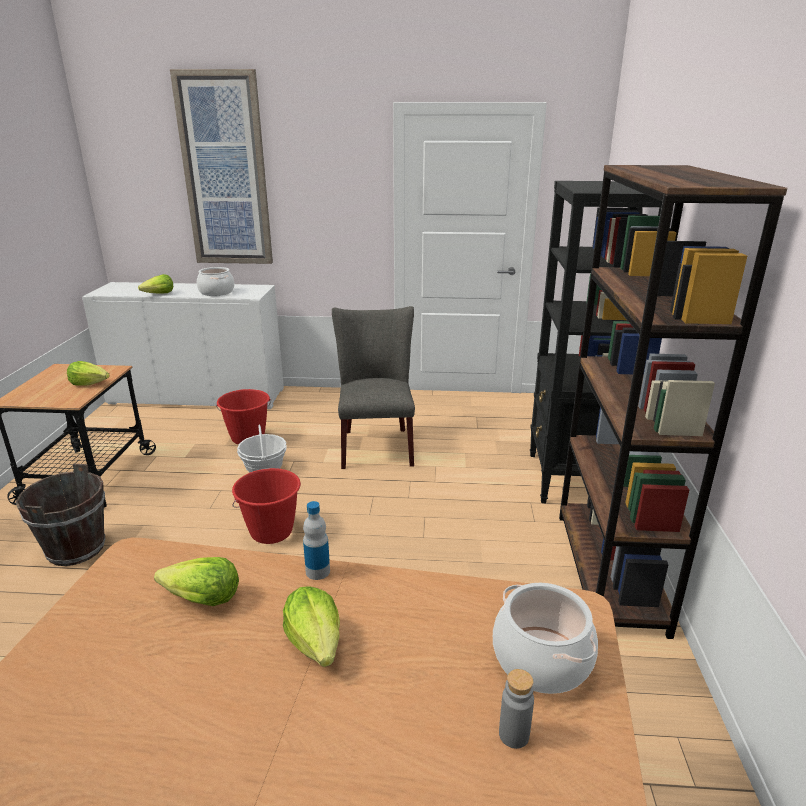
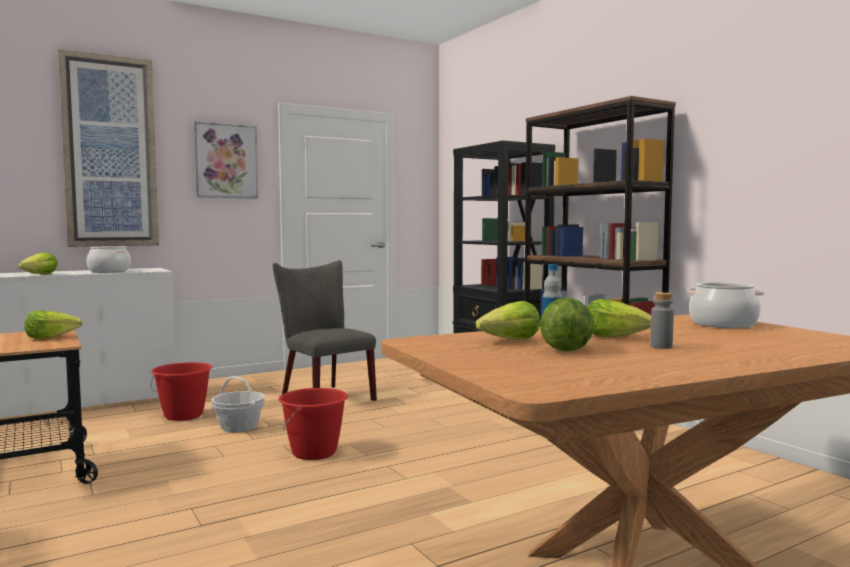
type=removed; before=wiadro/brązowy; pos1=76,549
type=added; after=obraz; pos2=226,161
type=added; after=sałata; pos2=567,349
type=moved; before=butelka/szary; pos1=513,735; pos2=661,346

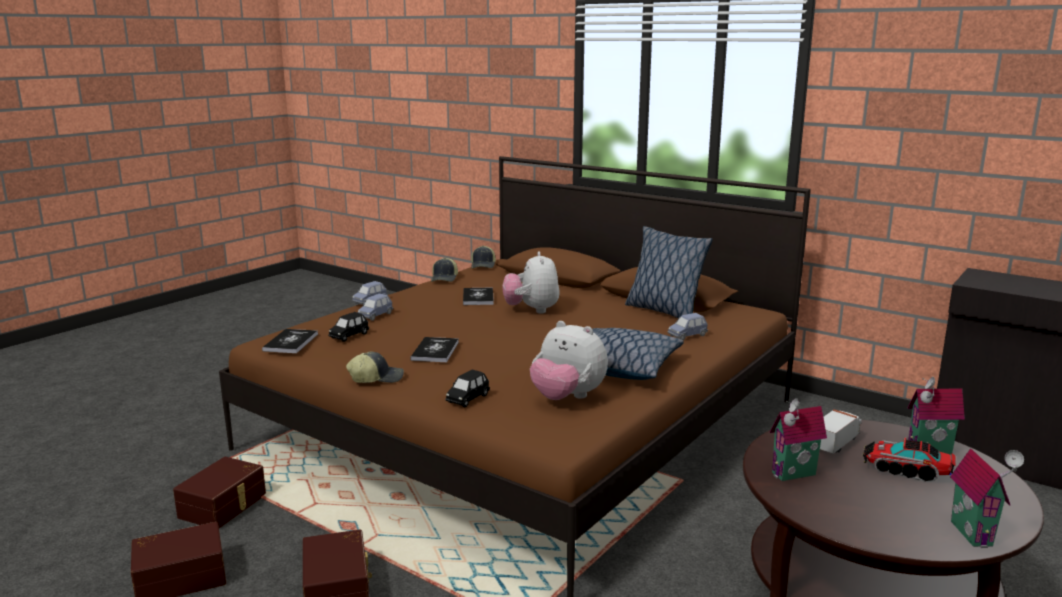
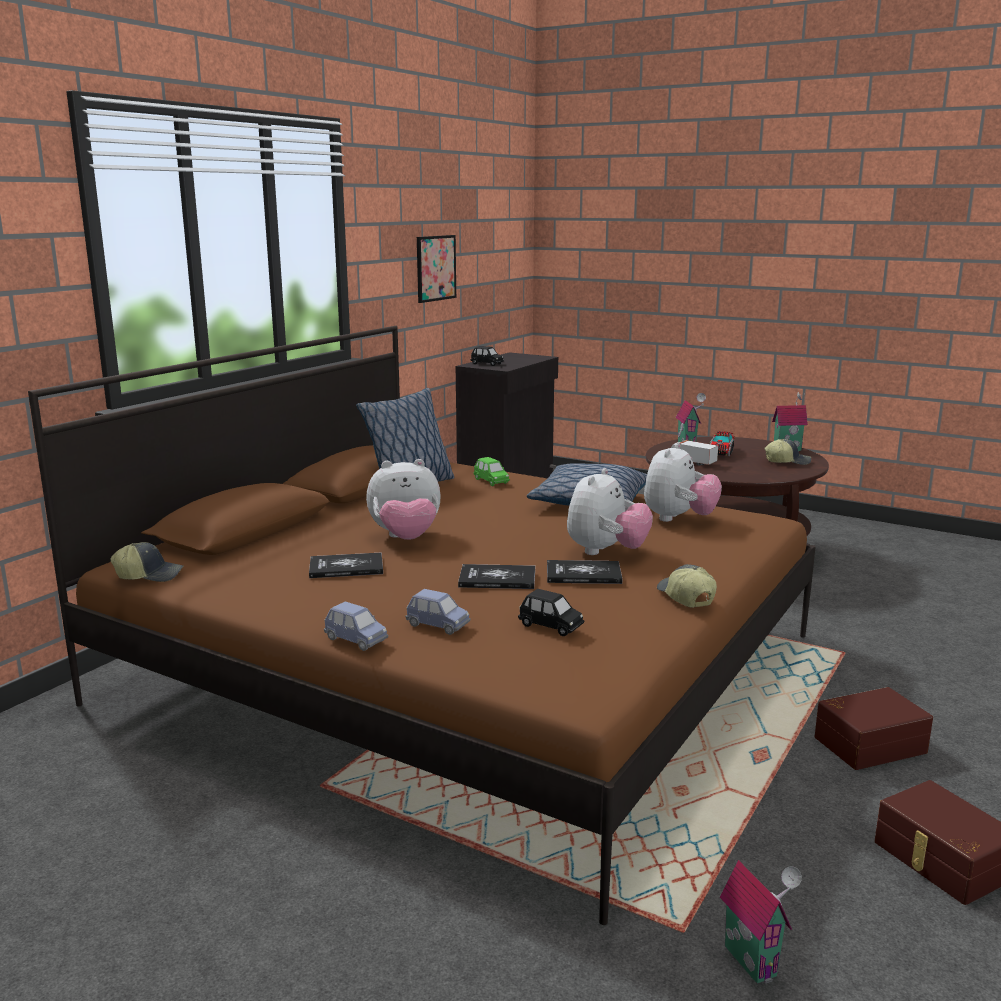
type=removed; before=pojemnik do przechowywania/brązowy; pos1=224,506
type=added; after=obraz; pos2=435,268
type=added; after=pluszak; pos2=606,552
type=moved; before=książka; pos1=291,342; pos2=497,579
type=moved; before=czapka z daszkiem; pos1=445,278; pos2=787,461
type=moved; before=samochodzik/czarny; pos1=468,399; pos2=487,364
type=moved; before=domek; pos1=795,475; pos2=754,960
type=recoloured; before=samochodzik/niebieski; after=samochodzik/zielony; pos1=687,335; pos2=491,481

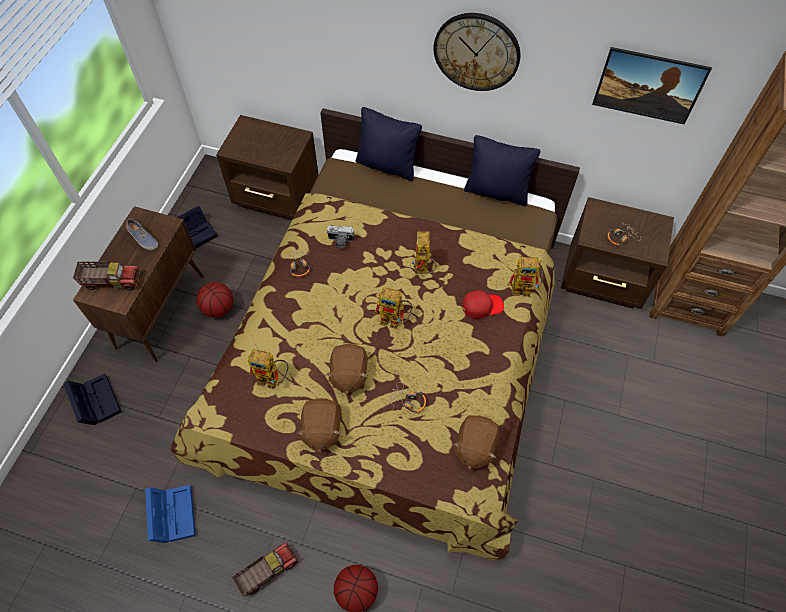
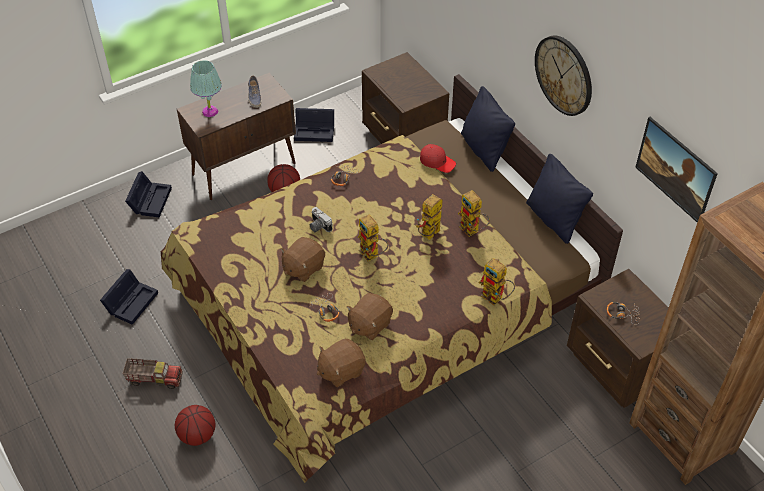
type=moved; before=robot zabawkowy; pos1=273,380; pos2=472,231
type=moved; before=pluszak/brązowy; pos1=321,430; pos2=369,325
type=moved; before=aparat fotograficzny; pos1=340,241; pos2=318,226
type=moved; before=czapka z daszkiem/czerwony; pos1=482,306; pos2=437,162
type=replaced; before=ciężarówka zabawkowa; after=lampa stołowa/turkusowy; pos1=112,281; pos2=210,111
type=recoloured; before=pojemnik do przechowywania/niebieski; after=pojemnik do przechowywania/czarny; pos1=172,513; pos2=131,301

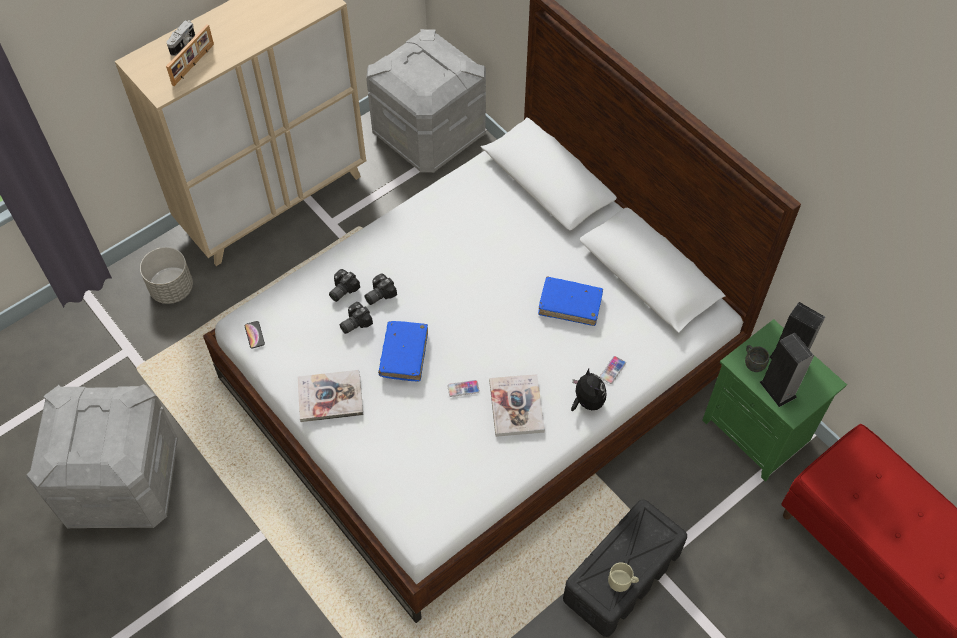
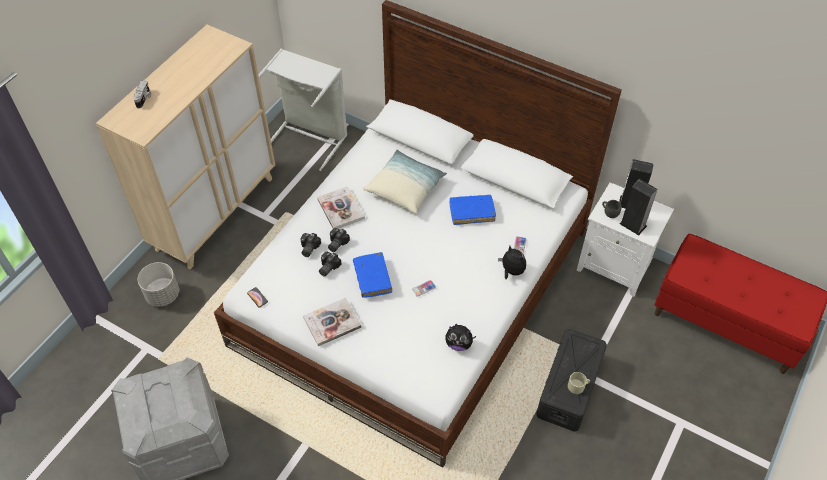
type=removed; before=ramka na zdjęcie; pos1=194,64
type=added; after=poduszka; pos2=405,188
type=added; after=pluszak; pos2=458,344
type=moved; before=książka; pos1=516,406; pos2=340,209
type=replaced; before=pojemnik do przechowywania/szary; after=kosz na pranie/szary; pos1=430,134; pos2=310,137
type=recoloured; before=szafka nocna/zielony; after=szafka nocna/biały; pos1=759,431; pos2=616,266

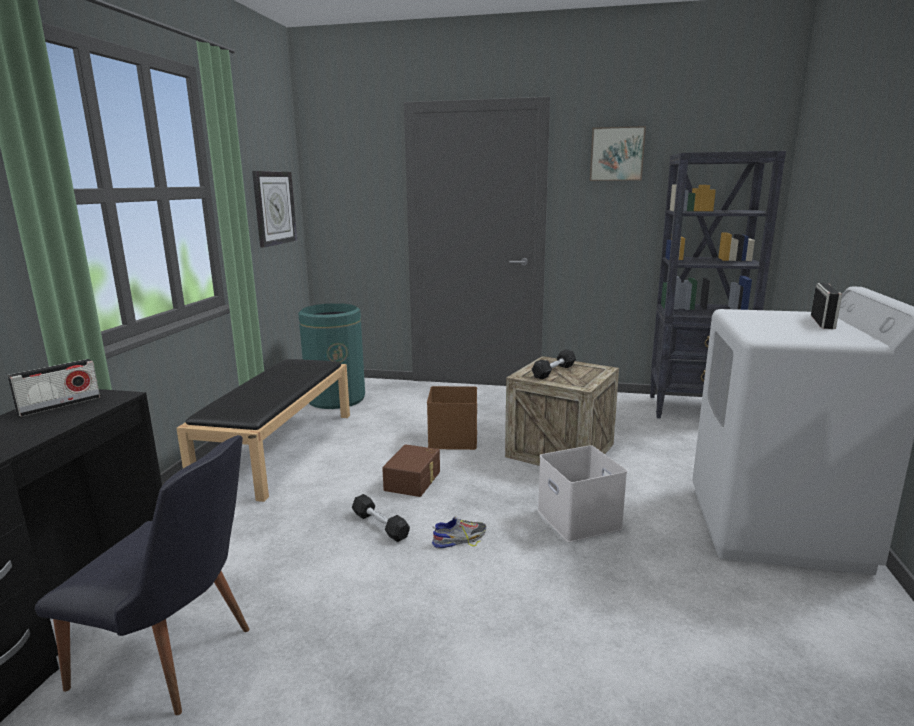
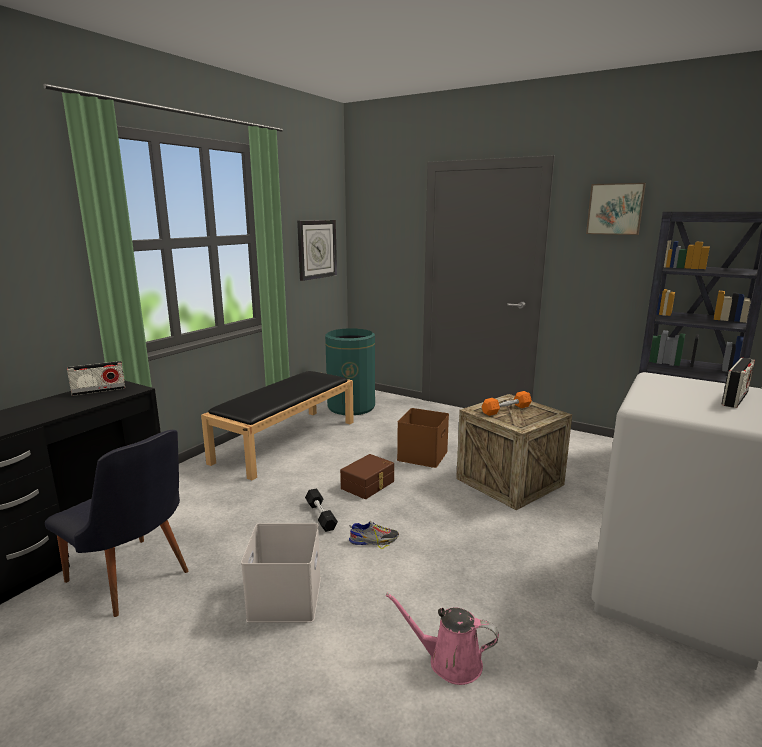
type=added; after=konewka/różowy; pos2=449,662
type=moved; before=pojemnik do przechowywania/biały; pos1=581,519; pos2=286,599
type=recoloured; before=hantel/czarny; after=hantel/pomarańczowy; pos1=553,371; pos2=506,410

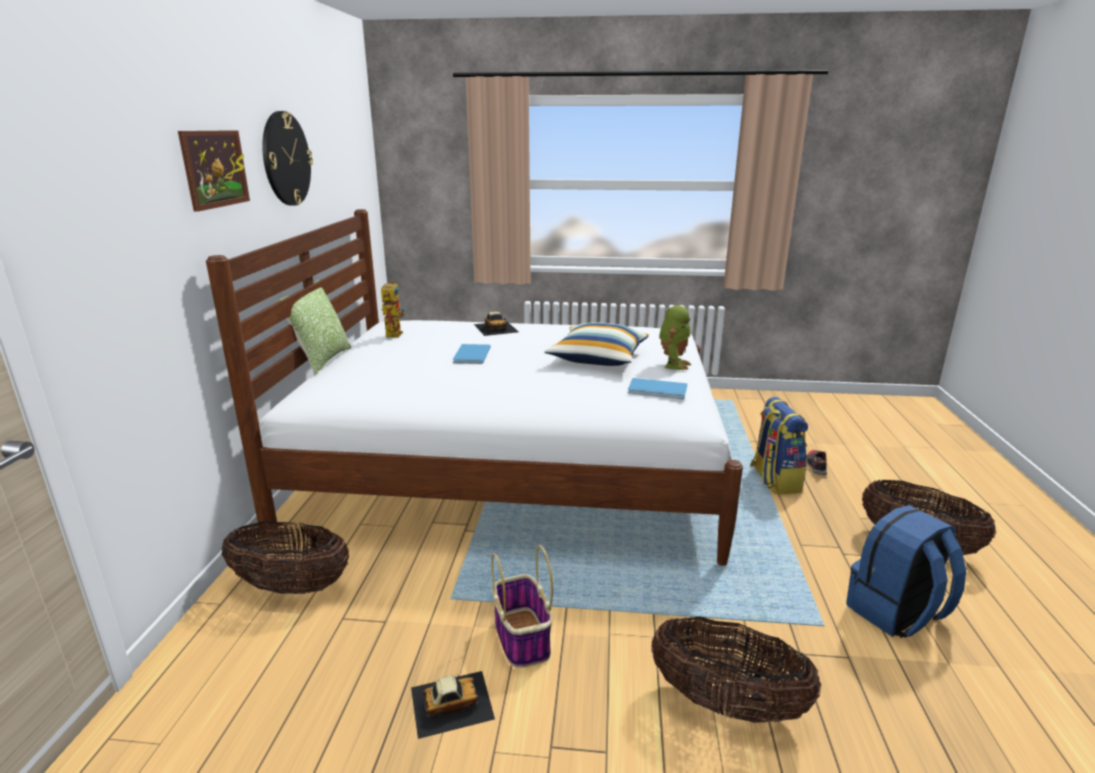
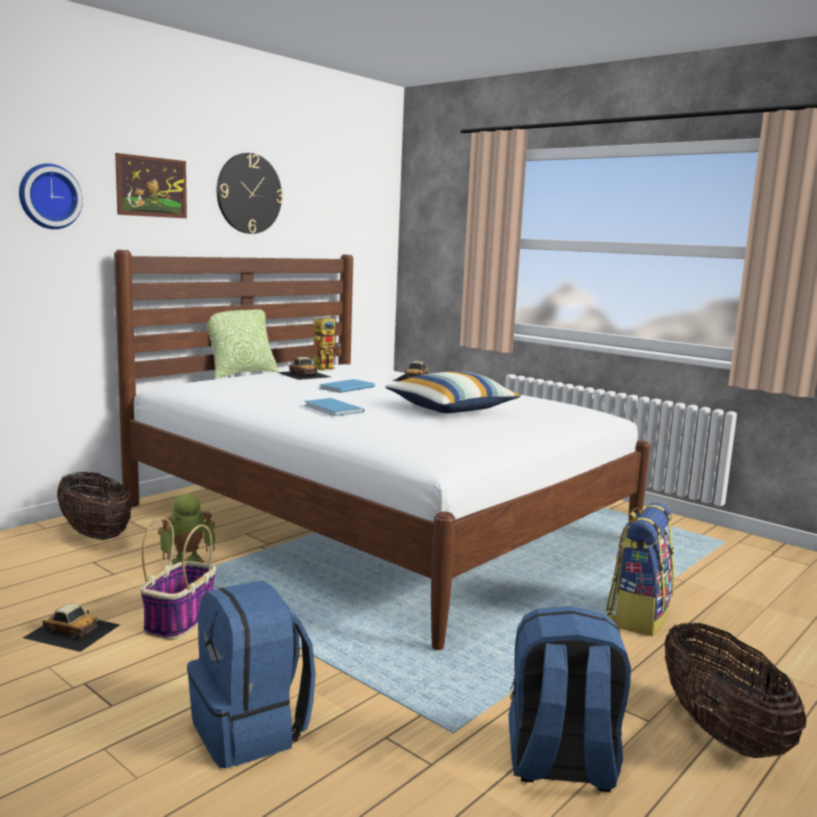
type=removed; before=but; pos1=815,466
type=added; after=zegar ścienny; pos2=48,196
type=added; after=samochodzik; pos2=304,374
type=moved; before=książka/niebieski; pos1=659,390; pos2=332,409
type=moved; before=robot zabawkowy; pos1=673,364; pos2=188,561
type=replaced; before=koszyk; after=plecak/niebieski; pos1=727,704; pos2=251,730

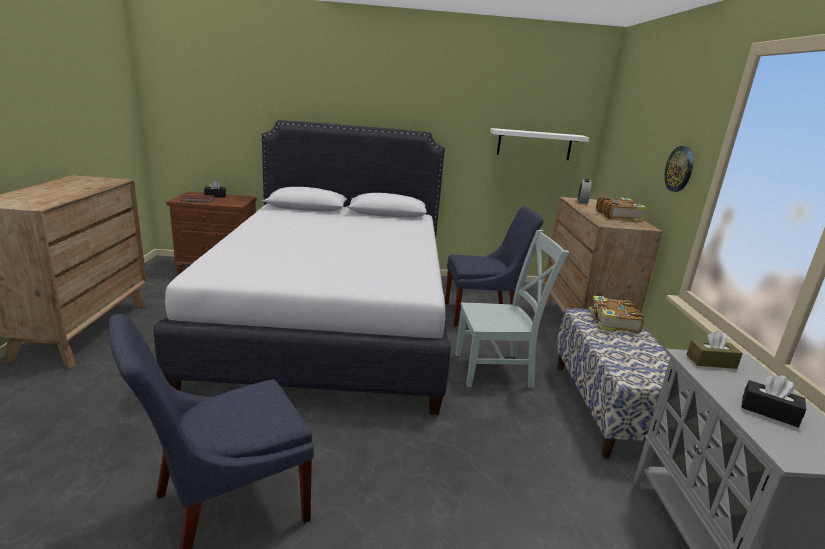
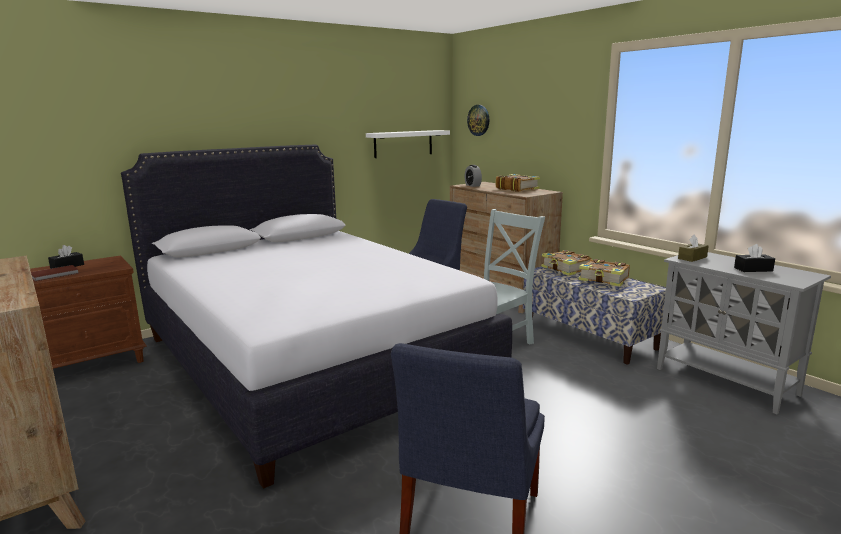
type=added; after=książka; pos2=604,280
type=moved; before=zegar ścienny; pos1=679,169; pos2=479,120

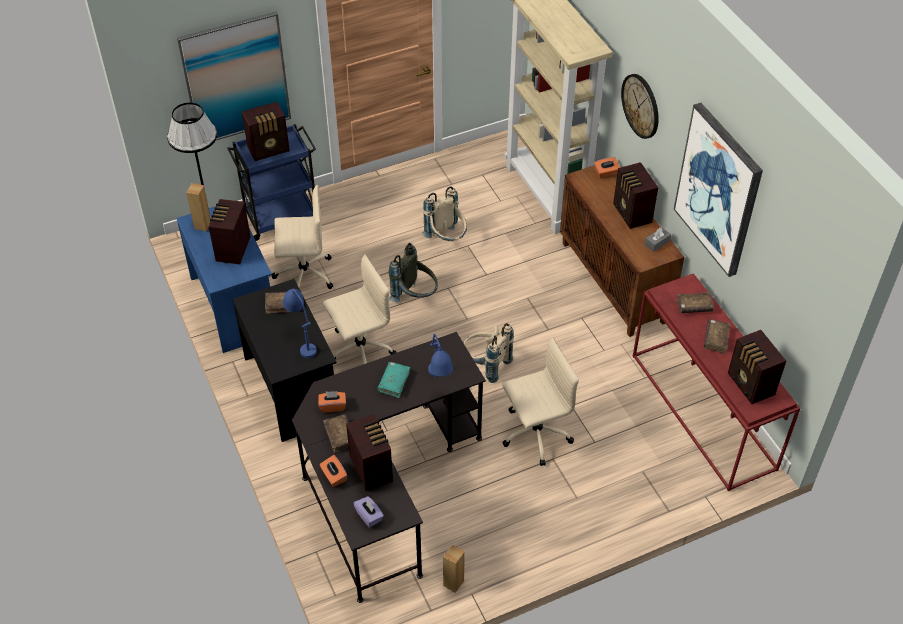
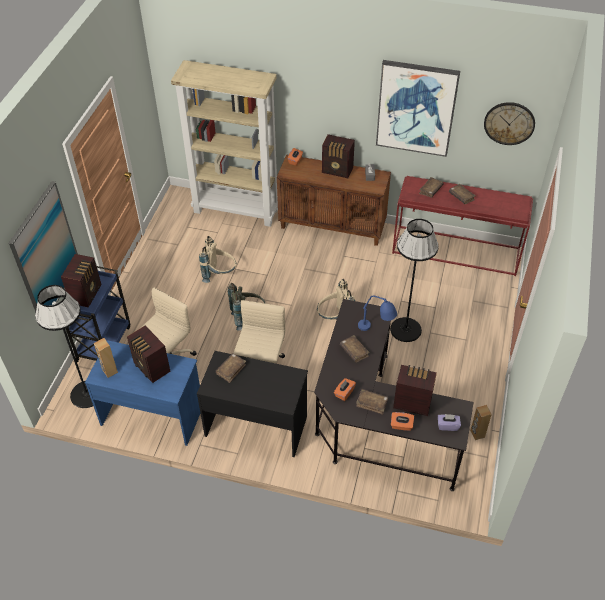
type=removed; before=lampa stołowa/niebieski; pos1=301,339
type=removed; before=radio; pos1=750,385
type=moved; before=zegar ścienny; pos1=641,106; pos2=509,123
type=replaced; before=krzesło biurowe/beżowy; after=lampa stojąca/czarny; pos1=534,434; pos2=406,329
type=recoloured; before=książka/turkusowy; after=książka/brązowy; pos1=394,382; pos2=354,351

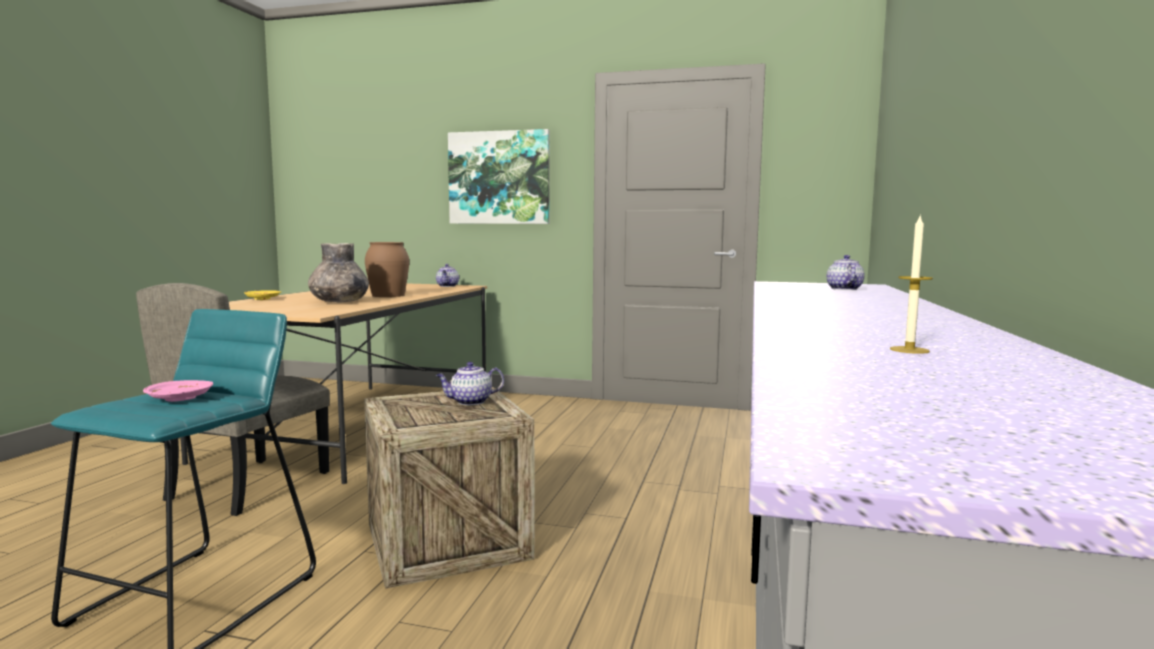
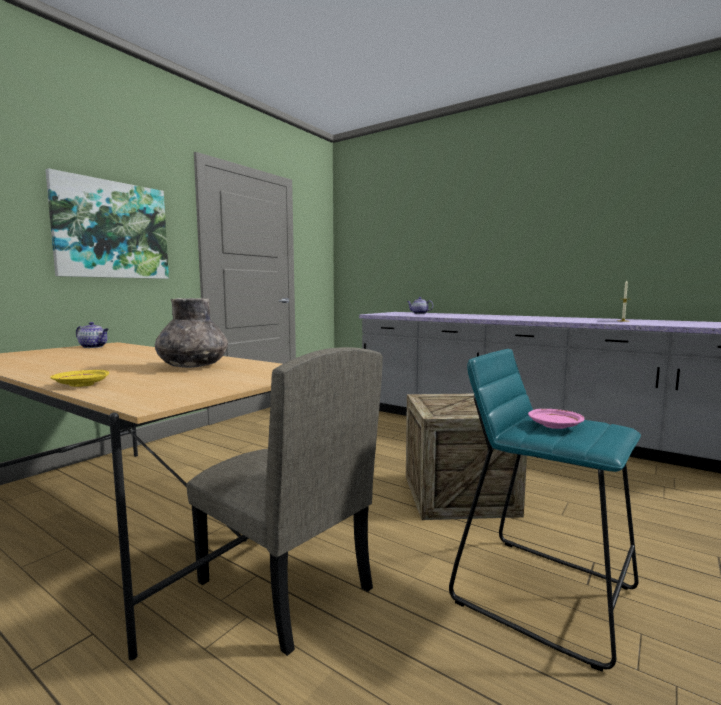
type=removed; before=wazon/brązowy; pos1=388,295
type=removed; before=imbryk; pos1=470,402

